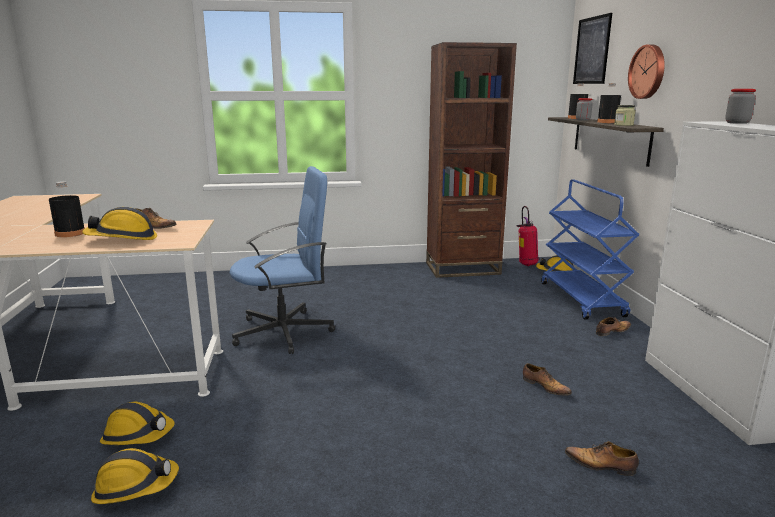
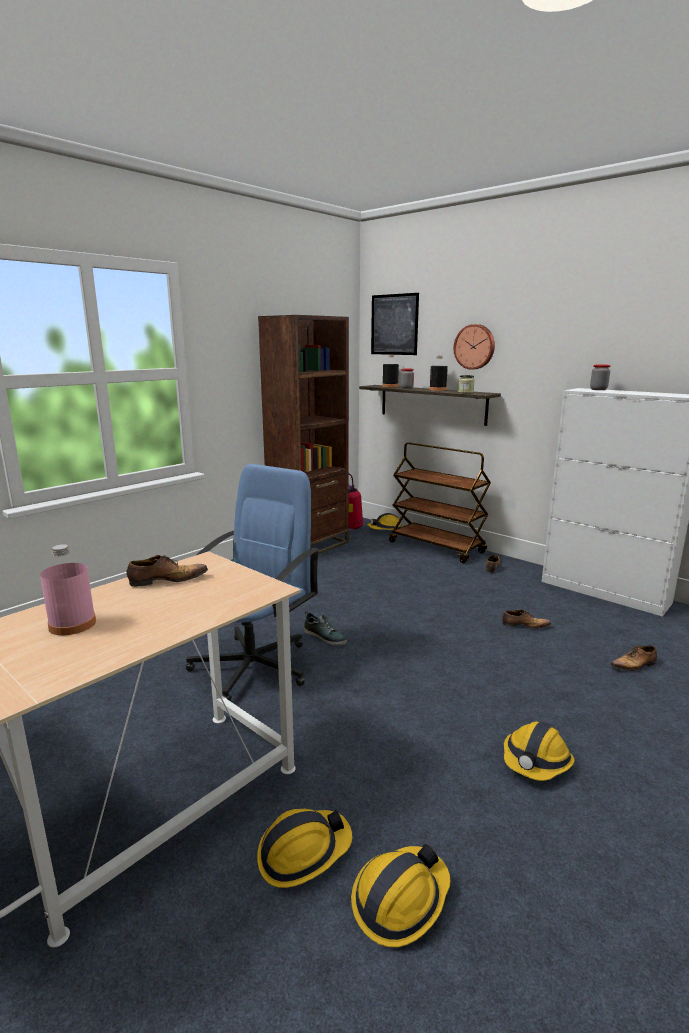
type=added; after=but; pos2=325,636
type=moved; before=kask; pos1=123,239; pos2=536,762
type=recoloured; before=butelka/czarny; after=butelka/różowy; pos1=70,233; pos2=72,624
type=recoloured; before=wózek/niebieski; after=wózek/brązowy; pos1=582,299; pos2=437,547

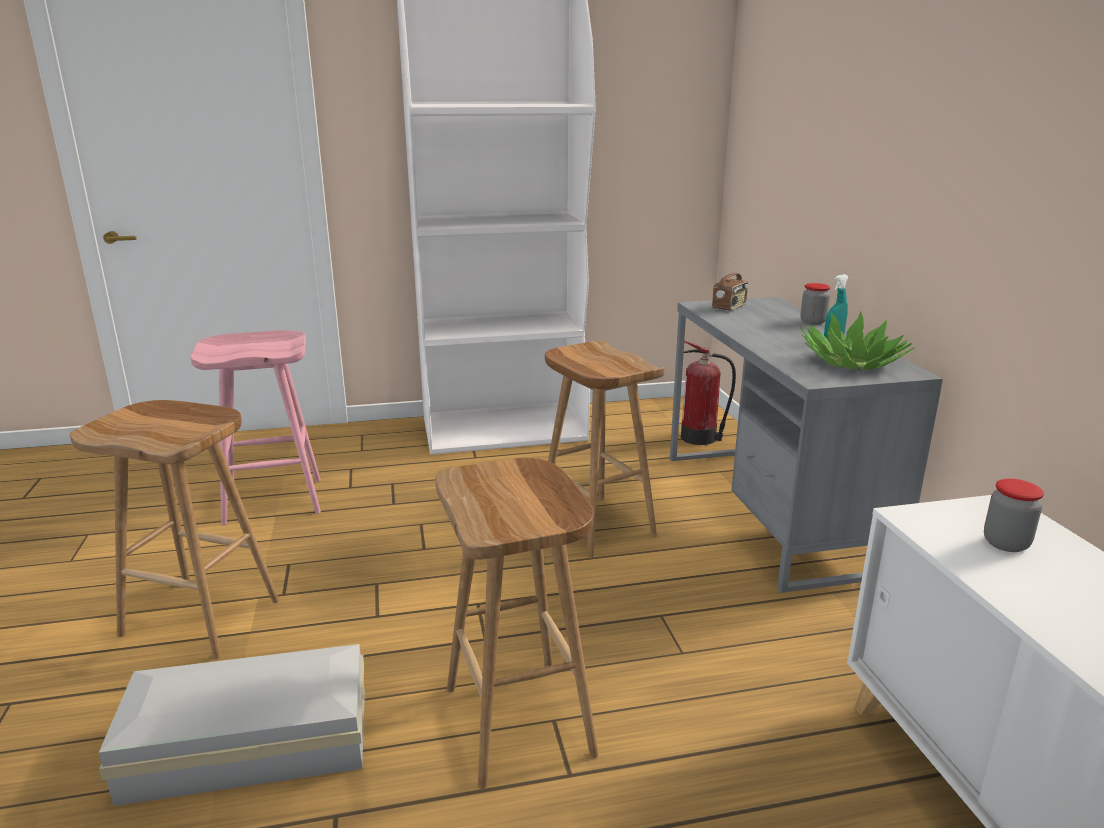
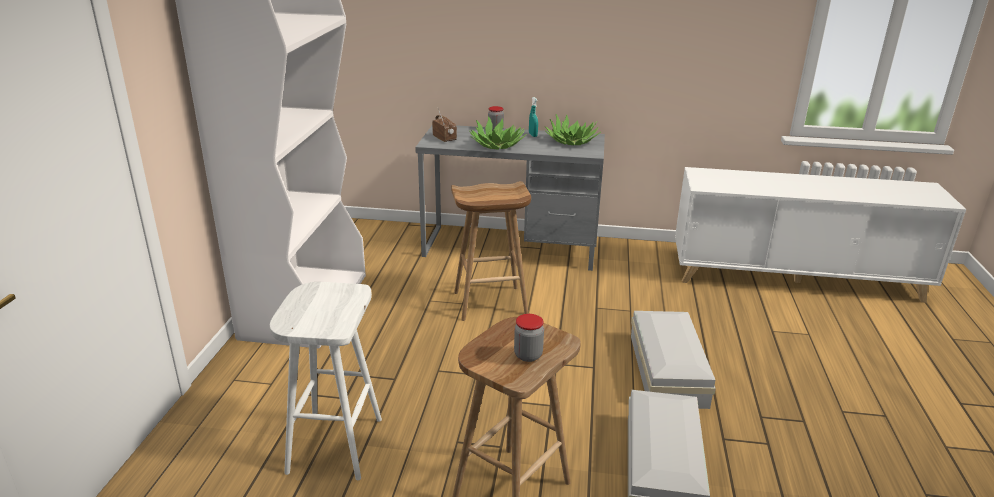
type=removed; before=gaśnica; pos1=700,438
type=added; after=roślina doniczkowa; pos2=497,145
type=moved; before=słoik; pos1=1006,543; pos2=528,355
type=replaced; before=stołek/brązowy; after=pojemnik do przechowywania/biały; pos1=521,722; pos2=668,369
type=recoloured; before=stołek/różowy; after=stołek/biały; pos1=275,500; pos2=334,444

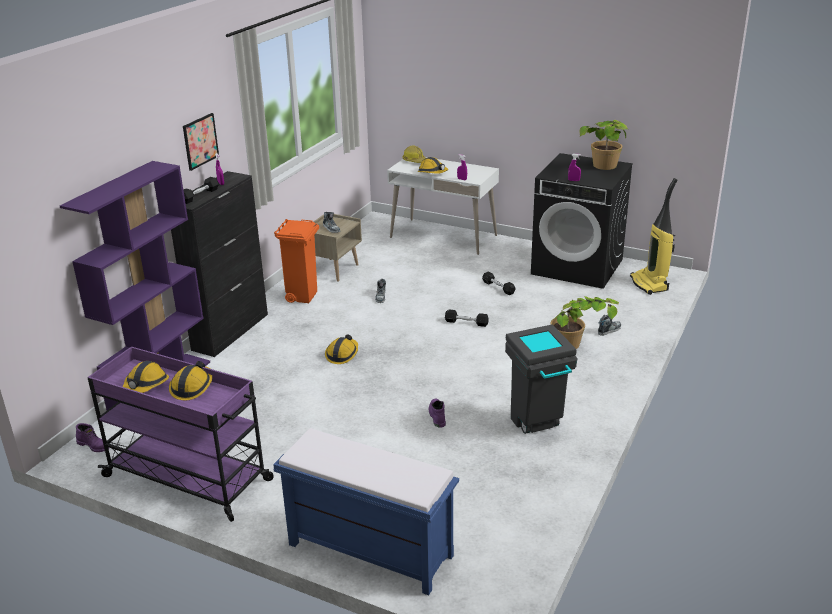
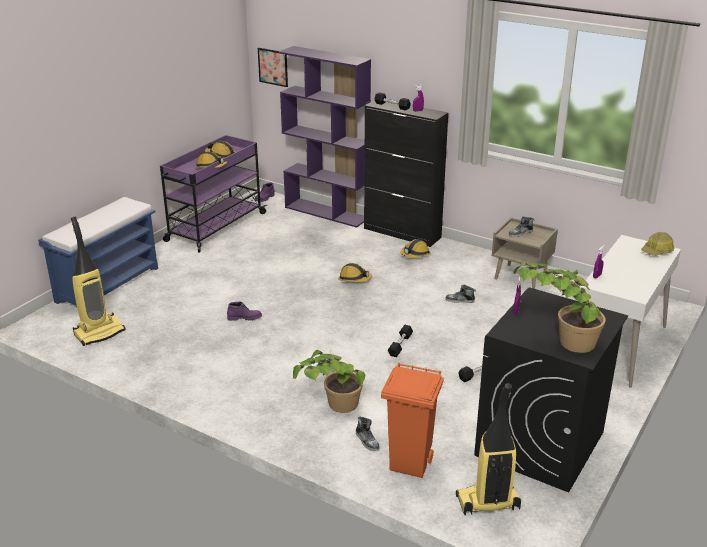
type=removed; before=kosz na śmieci/szary; pos1=538,426
type=added; after=odkurzacz; pos2=99,332
type=moved; before=obraz; pos1=200,141; pos2=273,67
type=moved; before=kosz na śmieci/pomarańczowy; pos1=302,296; pos2=410,464
type=moved; before=kask; pos1=432,172; pos2=415,255

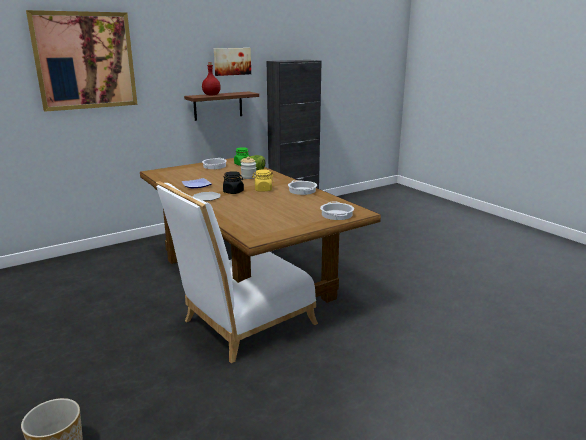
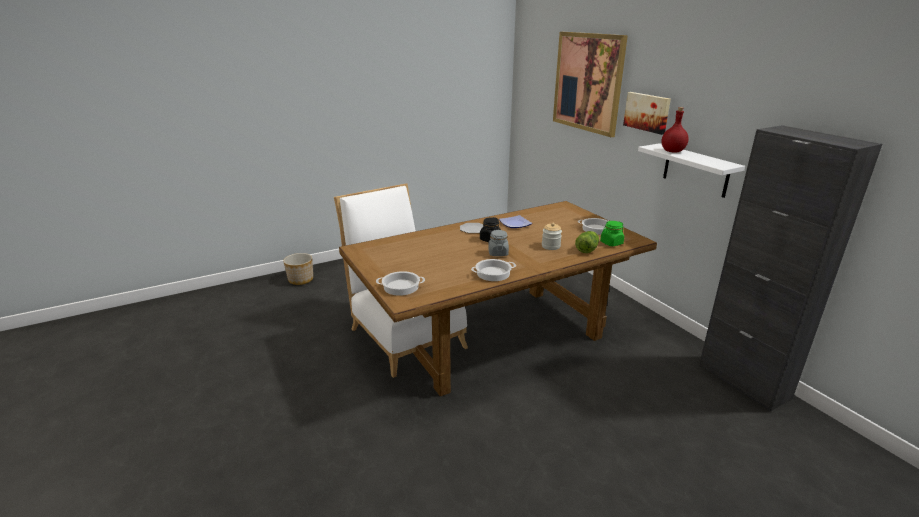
type=moved; before=obraz; pos1=232,61; pos2=647,112
type=recoloured; before=półka/brązowy; after=półka/biały; pos1=218,105; pos2=695,170
type=recoloured; before=słoik/żółty; after=słoik/szary; pos1=263,190; pos2=498,253

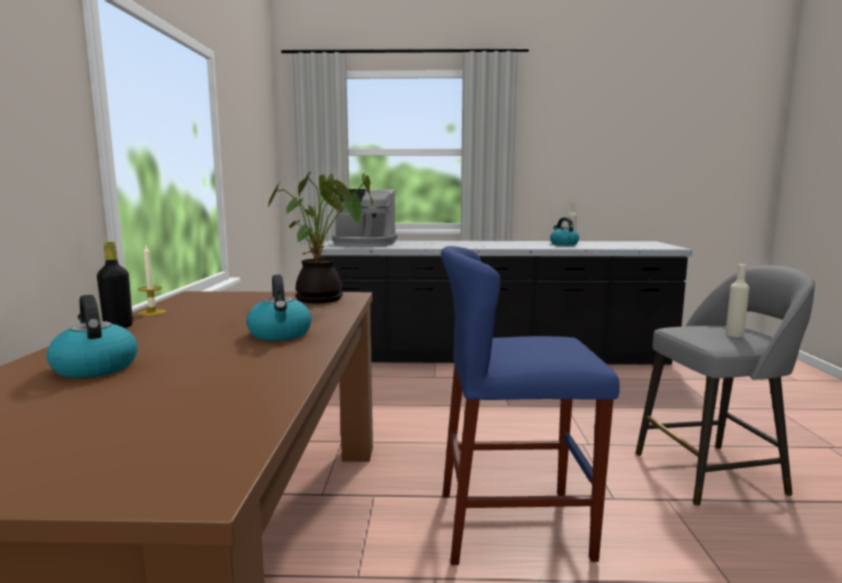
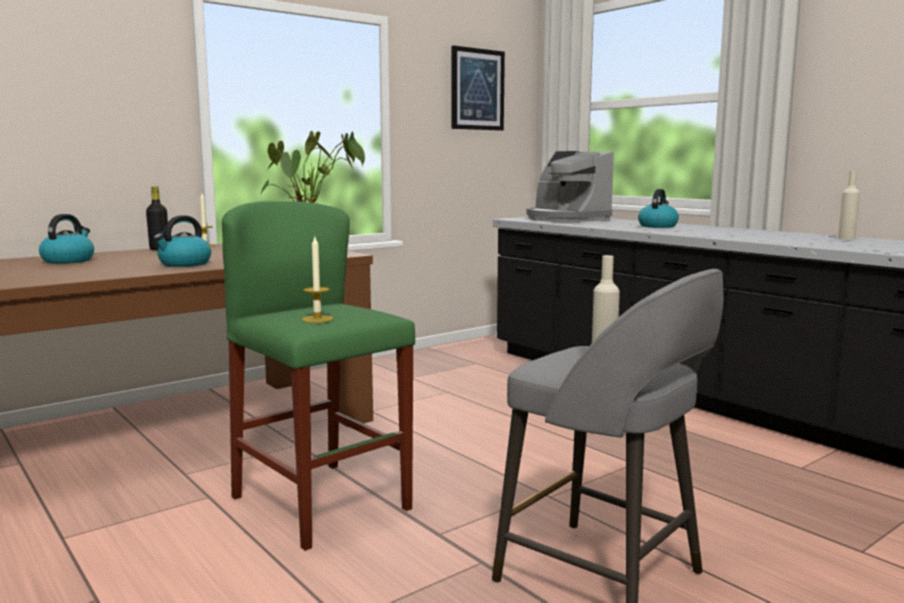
type=added; after=świeca; pos2=317,319
type=added; after=obraz; pos2=477,89
type=moved; before=czajnik; pos1=563,244; pos2=657,226
type=recoloured; before=stołek/niebieski; after=stołek/zielony; pos1=513,525; pos2=321,503

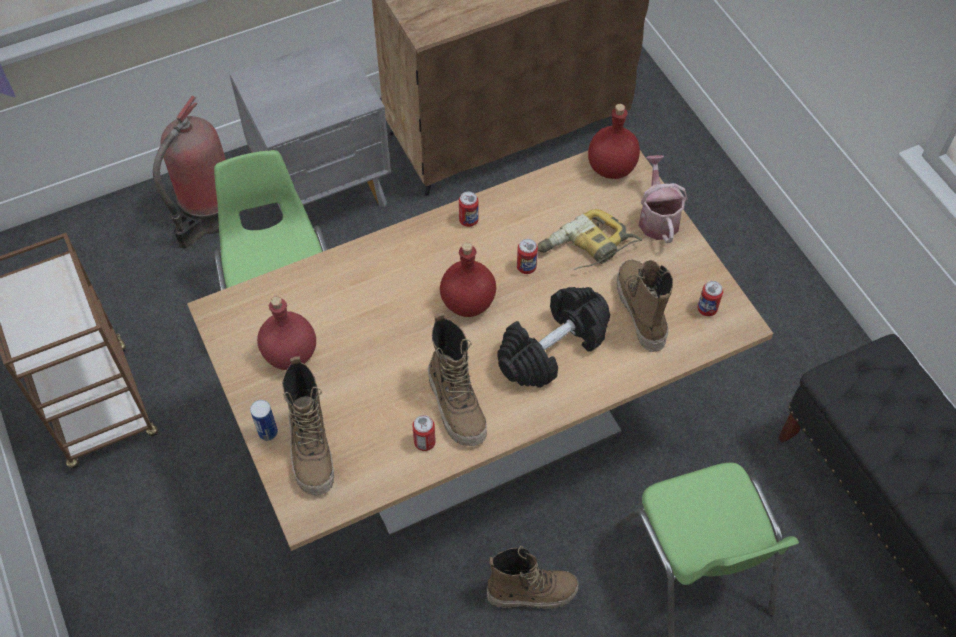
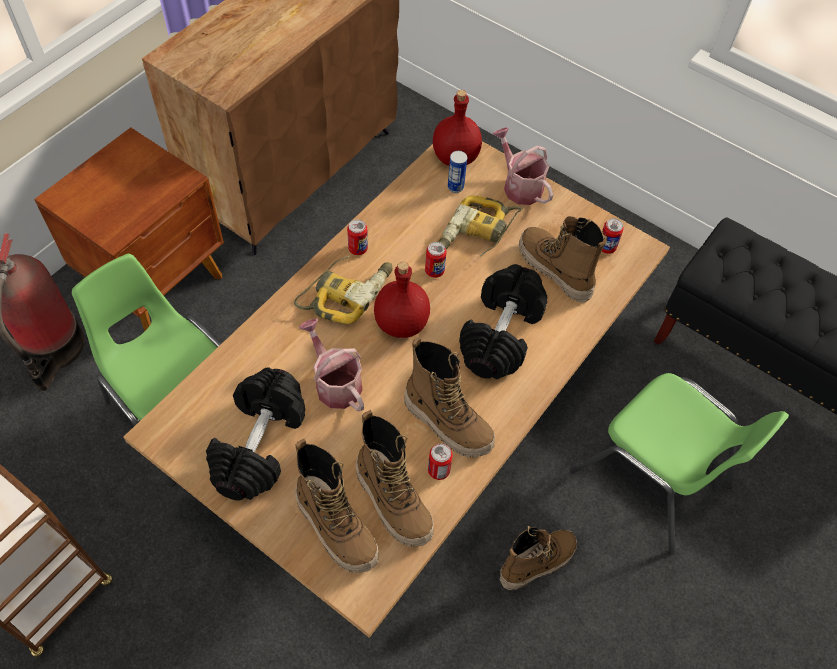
type=added; after=wiertarka; pos2=346,292
type=added; after=konewka; pos2=335,383
type=added; after=but z cholewką; pos2=394,502
type=moved; before=puszka; pos1=268,432; pos2=455,187
type=replaced; before=butelka/czerwony; after=hantel/czarny; pos1=289,354; pos2=259,443
type=recoloured; before=szafka nocna/szary; after=szafka nocna/brązowy; pos1=325,191; pos2=159,285

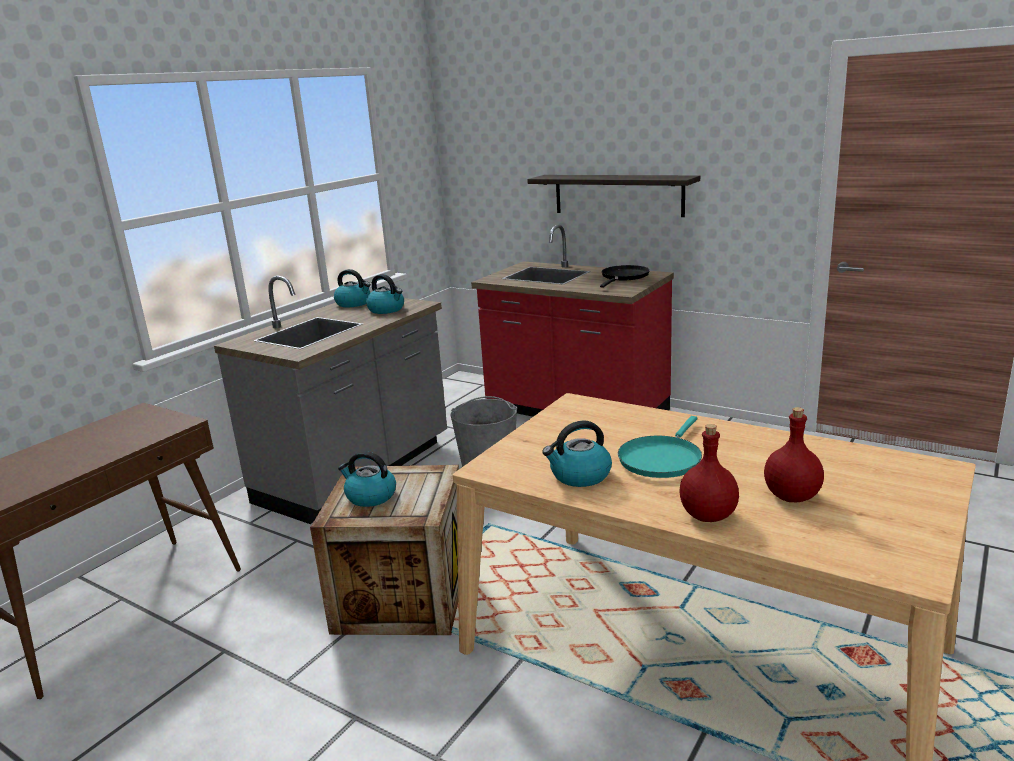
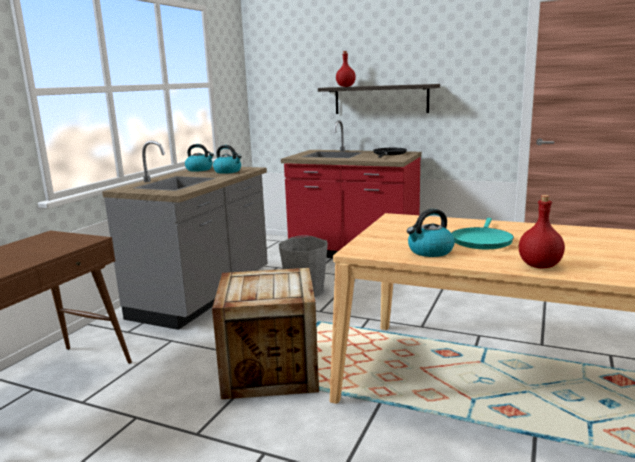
type=removed; before=czajnik; pos1=370,496
type=moved; before=butelka/czerwony; pos1=790,496; pos2=345,86

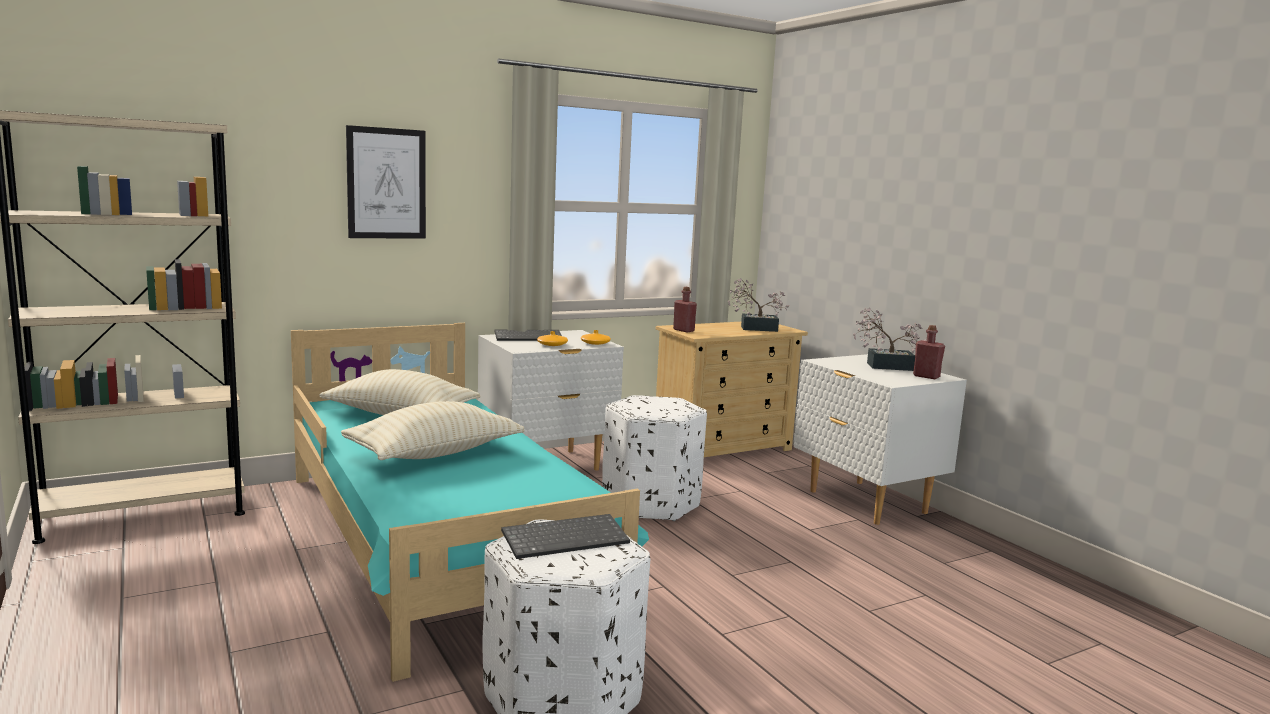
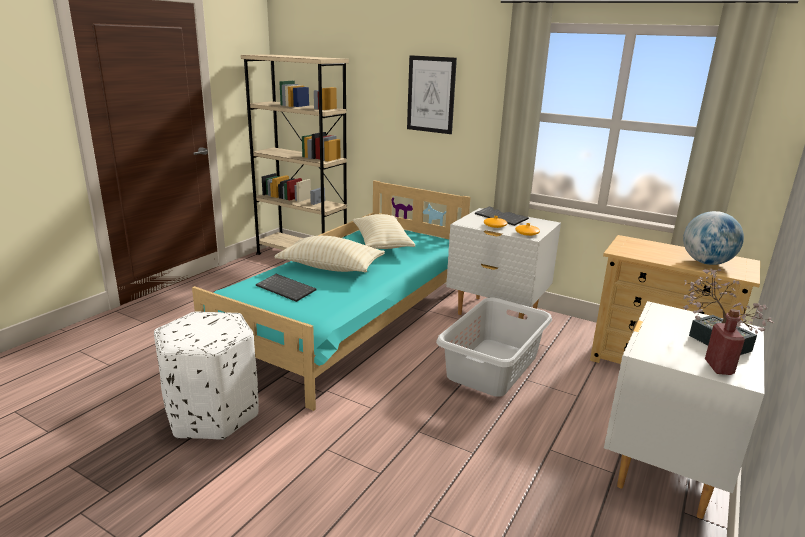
type=removed; before=butelka/czerwony; pos1=683,330
type=moved; before=klawiatura; pos1=566,538; pos2=287,289
type=replaced; before=pufa/biały; after=kosz na pranie/szary; pos1=651,503; pos2=493,366
type=replaced; before=roślina doniczkowa; after=globus; pos1=754,328; pos2=706,263

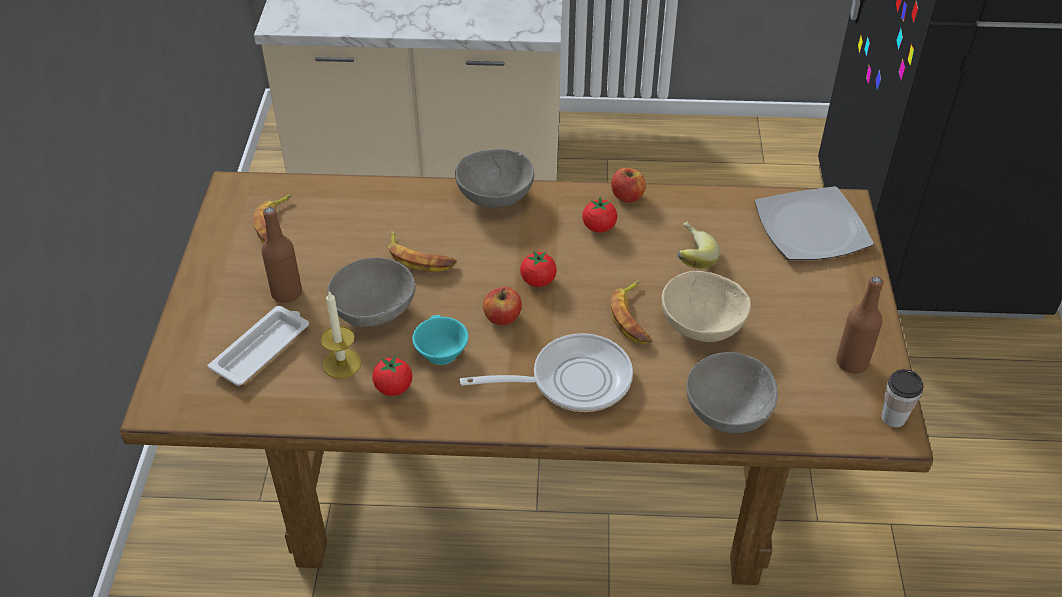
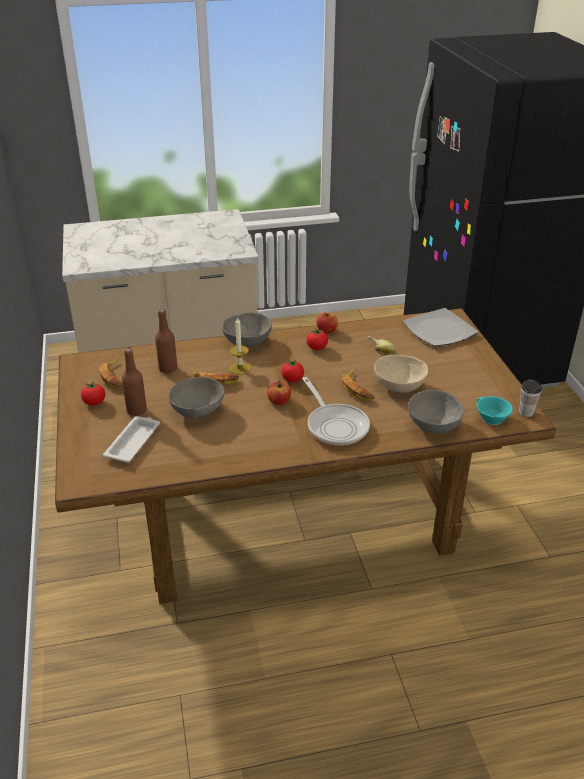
type=moved; before=świeca; pos1=342,363; pos2=239,368
type=moved; before=pomidor; pos1=393,388; pos2=94,403
type=moved; before=filiżanka/turkusowy; pos1=439,351; pos2=490,418
type=moved; before=butelka/brązowy; pos1=851,363; pos2=168,369
type=turned; before=patelnia; pos1=572,380; pos2=335,425; turn=90

